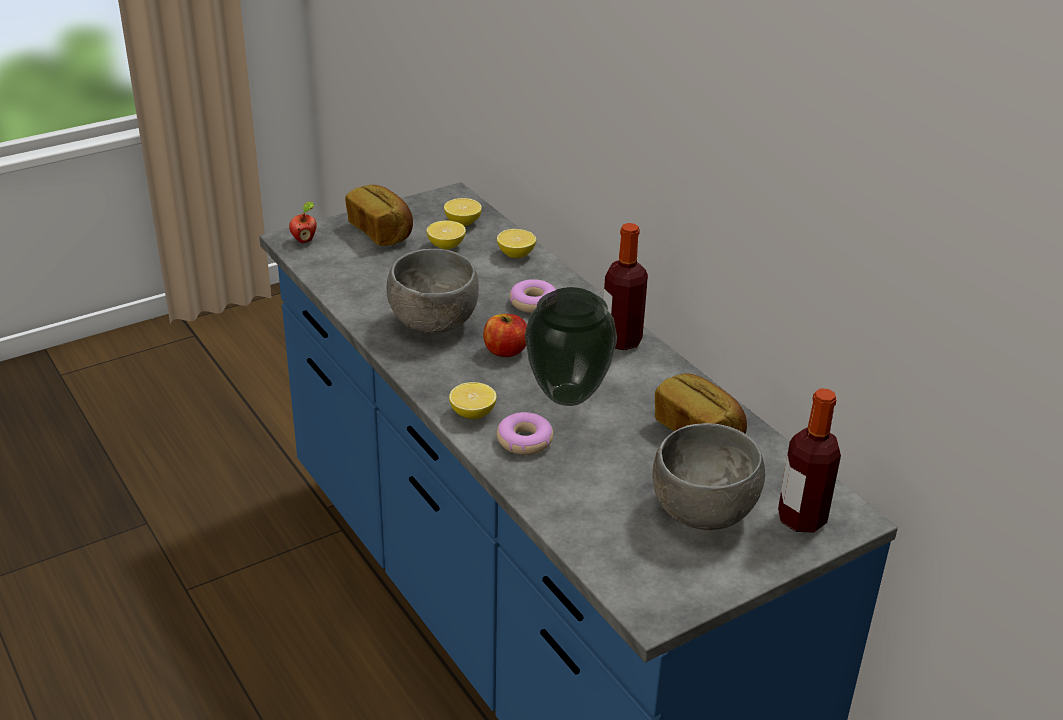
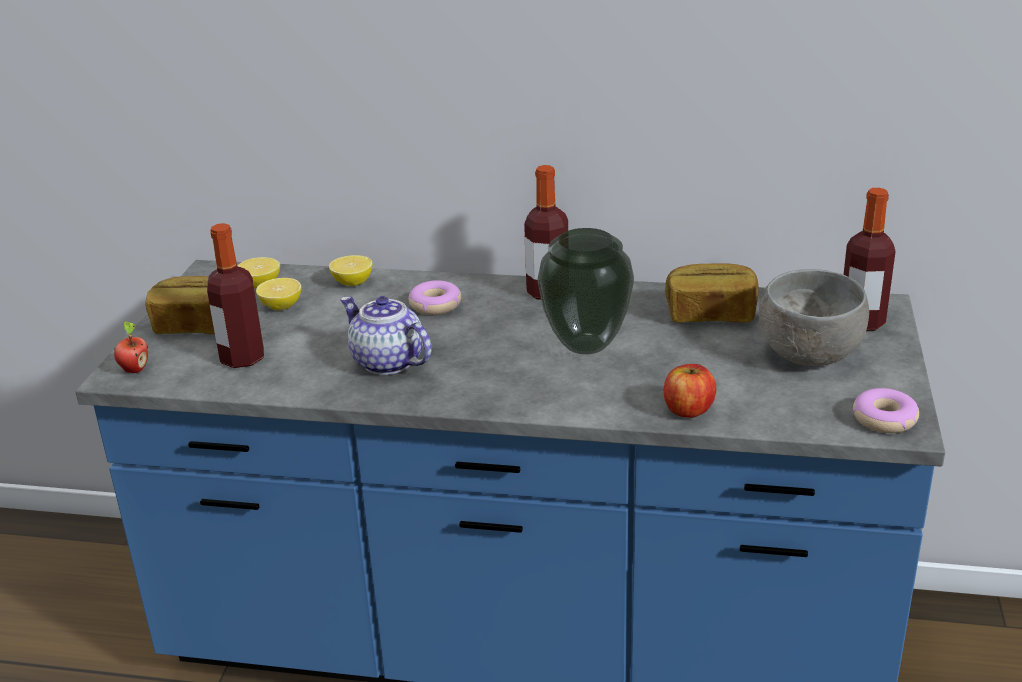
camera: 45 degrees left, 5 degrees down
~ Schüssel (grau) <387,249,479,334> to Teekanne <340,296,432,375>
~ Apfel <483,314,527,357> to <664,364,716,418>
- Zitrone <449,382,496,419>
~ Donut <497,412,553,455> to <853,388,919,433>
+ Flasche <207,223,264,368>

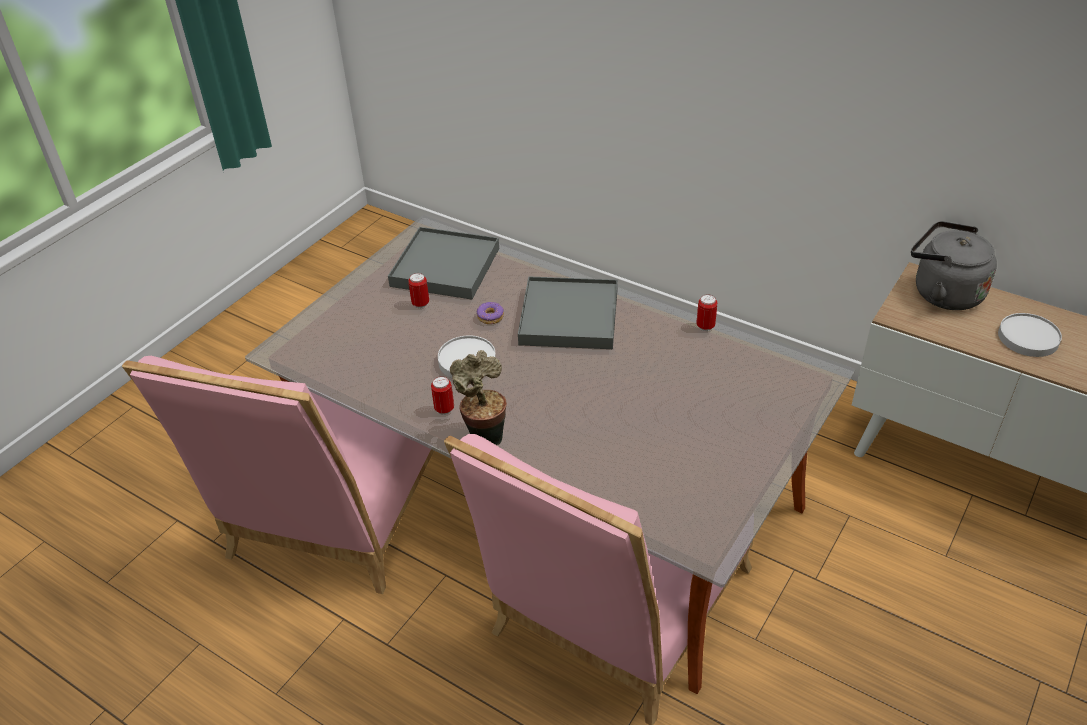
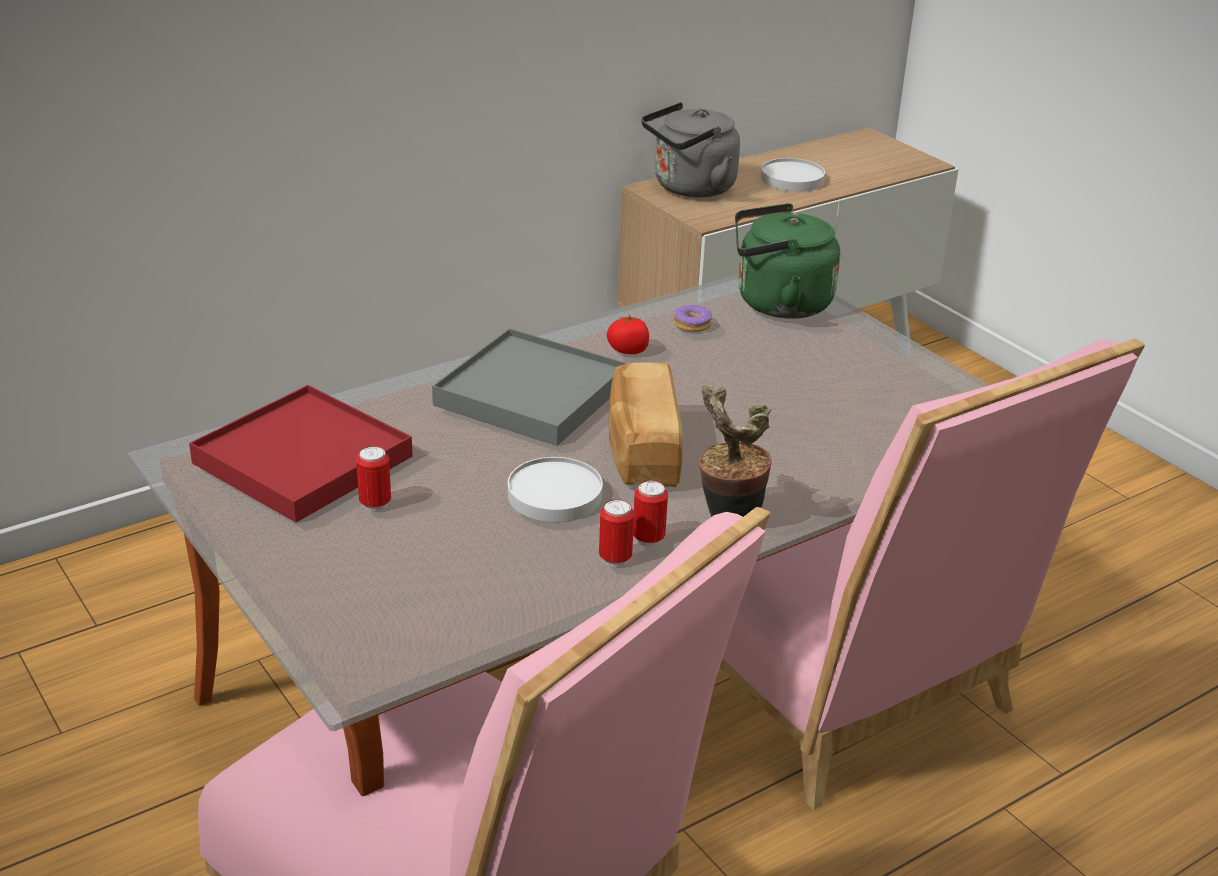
camera: 70 degrees left, 10 degrees down
~ Tablett (grau) <388,227,499,299> to Tablett (rot) <189,385,413,522>
~ Dose <696,294,717,331> to <599,499,634,567>
~ Donut <477,302,504,324> to <673,304,712,332>
+ Wasserkessel (grün) <735,203,840,319>
+ Tomate <607,315,649,354>
+ Brot <608,362,683,487>

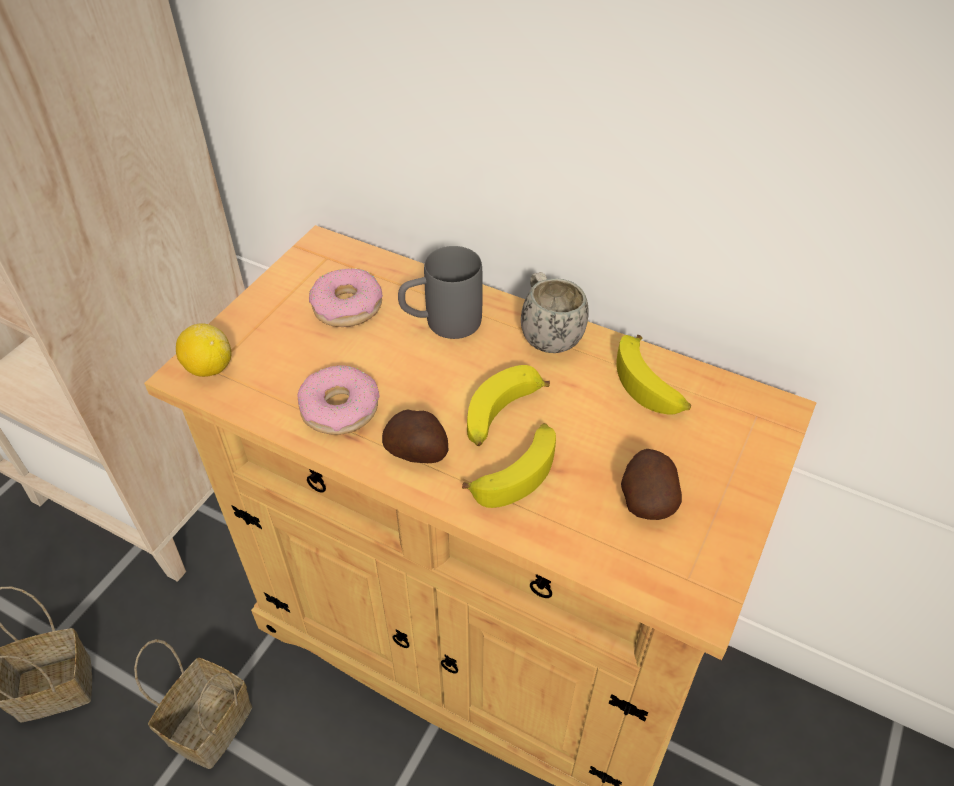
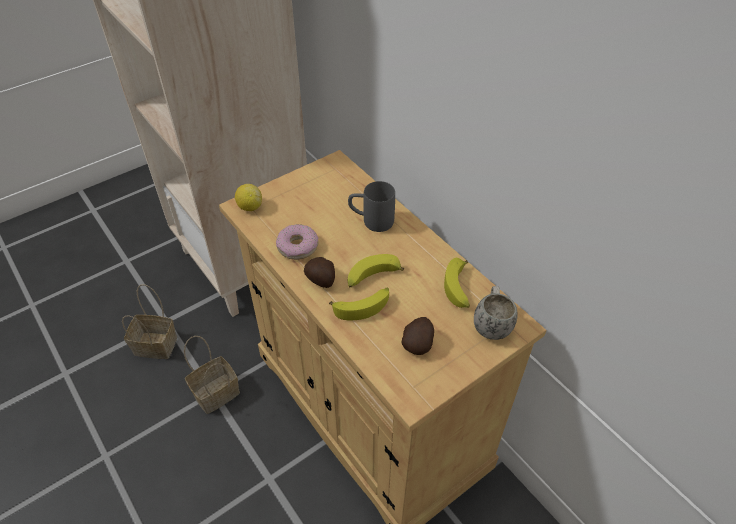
camera: 25 degrees right, 0 degrees up
- Donut <309,268,383,327>
~ Henkelbecher (weiß) <521,272,589,353> to <474,286,518,340>

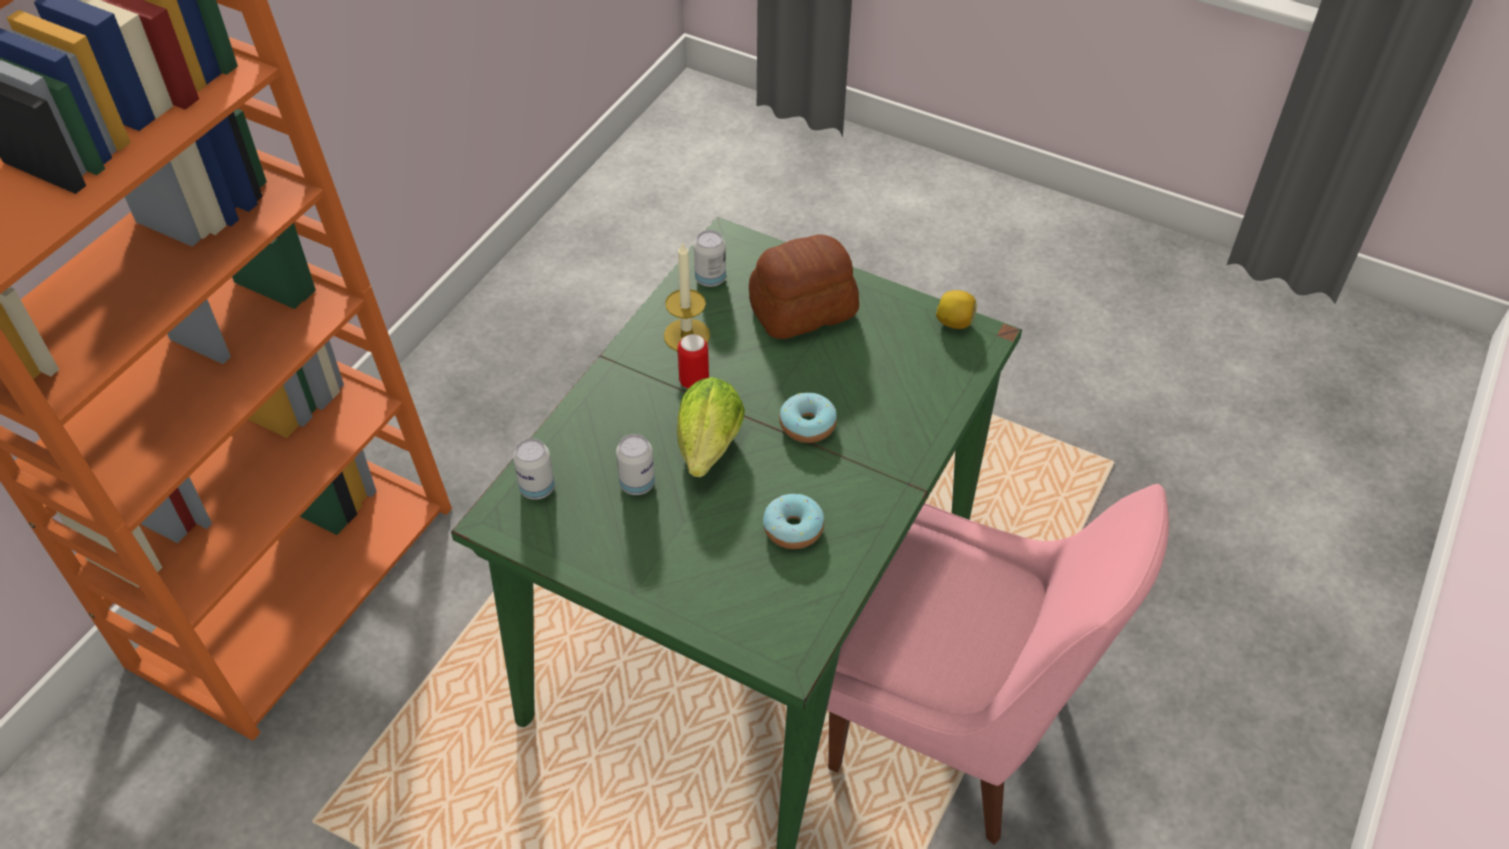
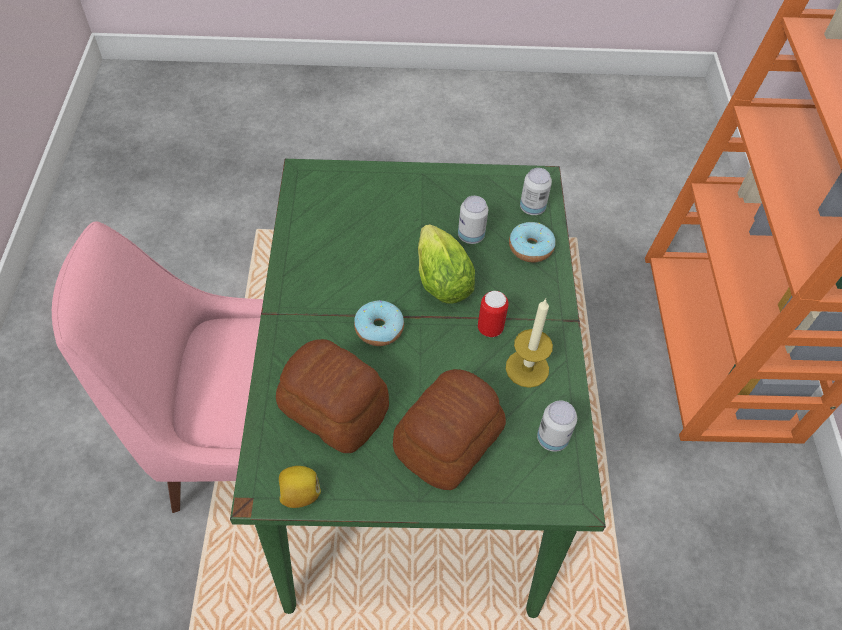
camera: 150 degrees right, 5 degrees up
~ Donut <763,494,824,549> to <509,222,556,263>
+ Brot <276,339,389,453>

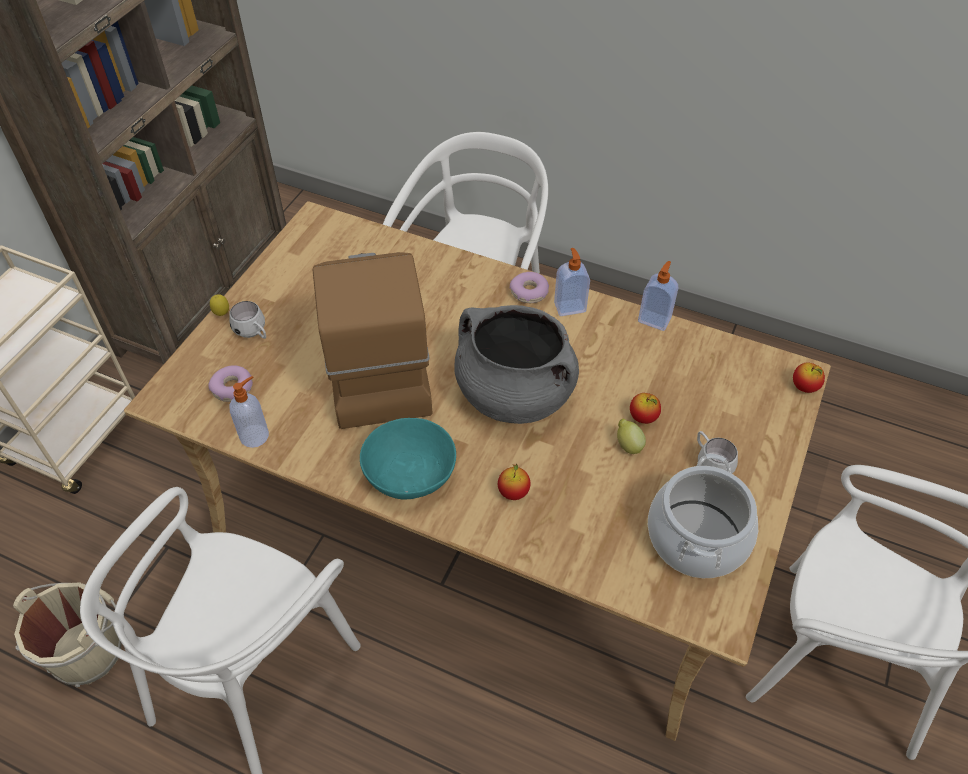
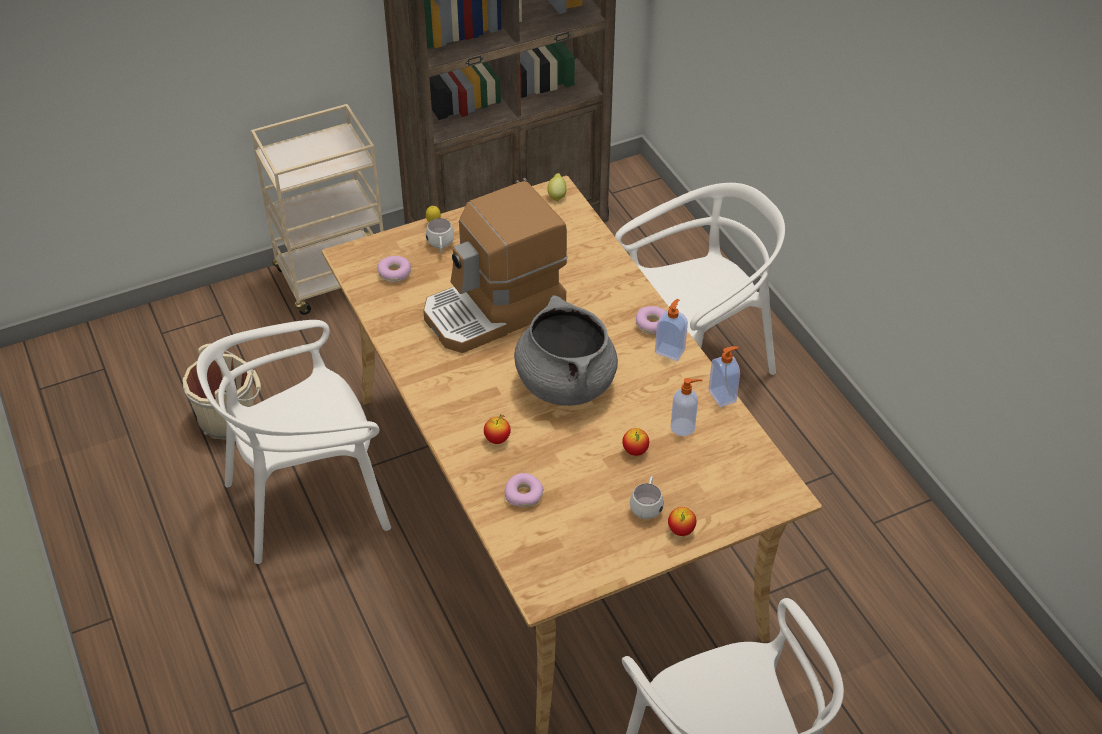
camera: 40 degrees right, 5 degrees down
~ Kaffeemaschine <313,252,433,429> = <423,181,568,353> 150 degrees counterclockwise
~ Apfel <793,362,825,393> to <668,507,696,536>
~ Seifenspender <230,376,269,448> to <671,378,703,436>
- Schüssel (türkis) <360,418,456,500>
~ Zitrone <617,419,646,454> to <547,173,567,201>
- Kochtopf <648,453,758,578>
+ Donut <505,473,544,507>

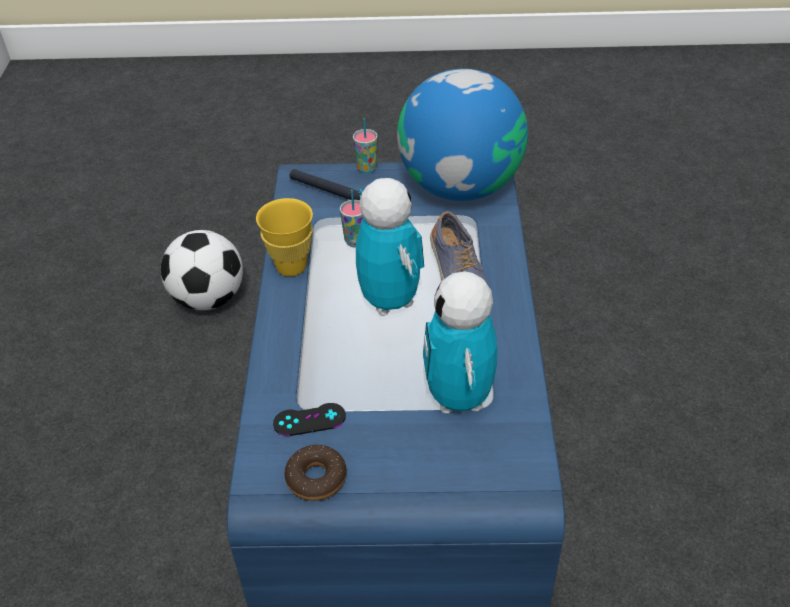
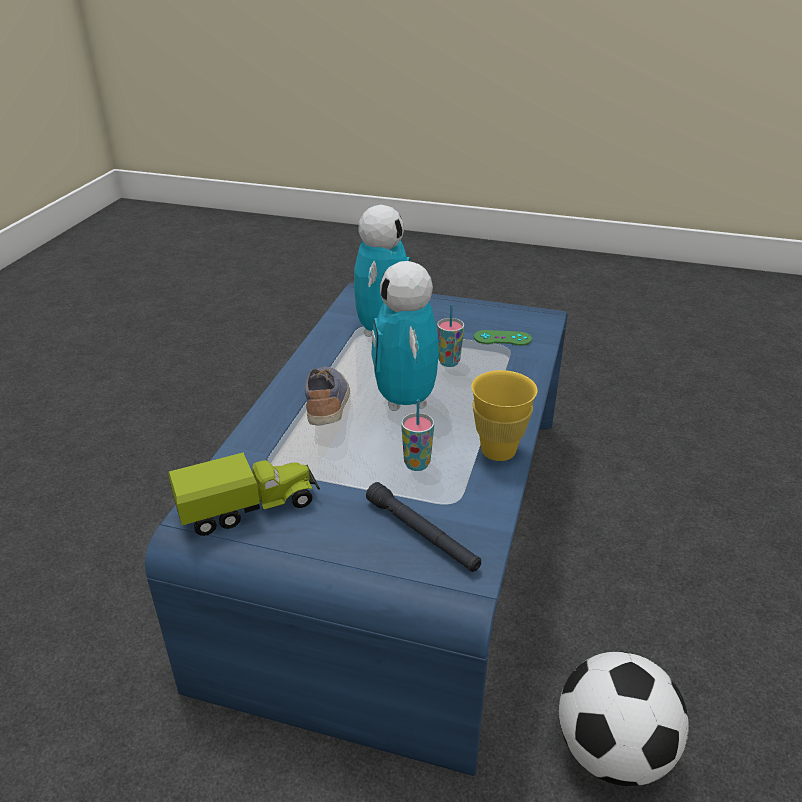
camera: 165 degrees left, 10 degrees down
~ Globus <397,69,528,201> to Spielzeuglaster <168,452,320,536>
~ Tasse <353,118,378,174> to <437,304,464,367>
~ Gamepad (schwarz) <273,403,346,436> to Gamepad (grün) <474,330,532,346>
- Donut <284,445,347,501>

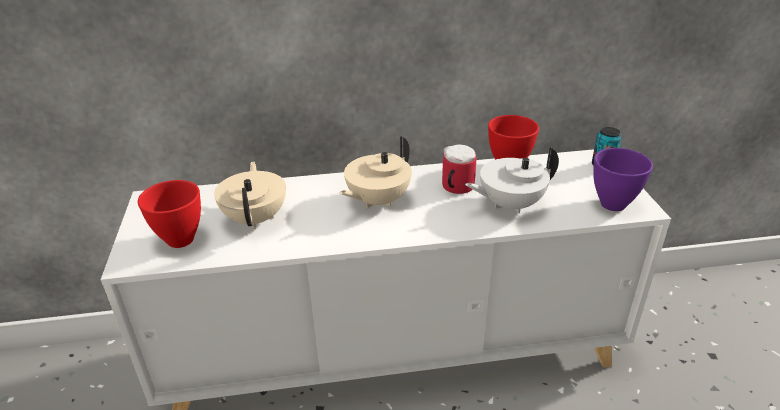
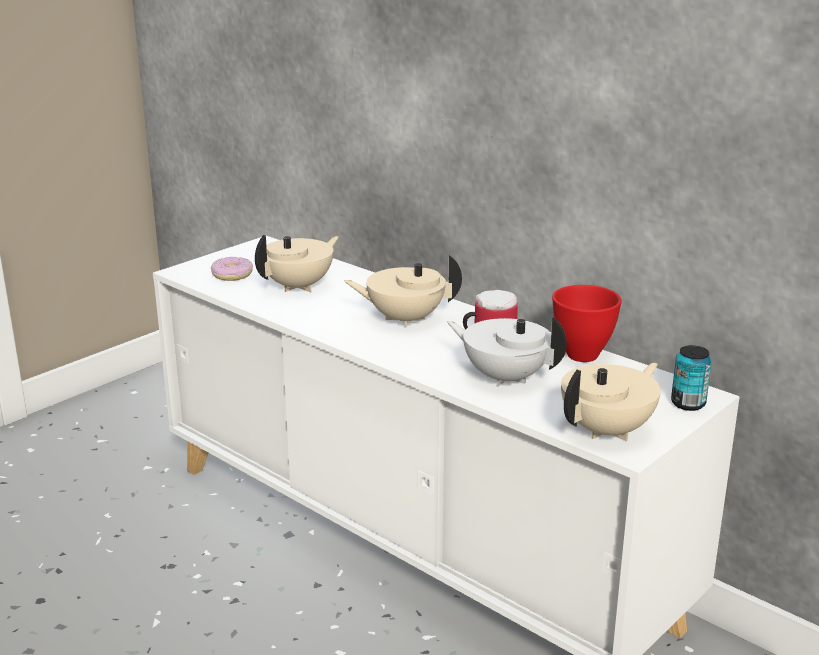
camera: 50 degrees right, 10 degrees down
~ Schüssel (lila) <593,148,653,211> to Teekanne (beige) <561,363,661,441>
~ Schüssel (rot) <138,180,201,248> to Donut <211,257,253,281>

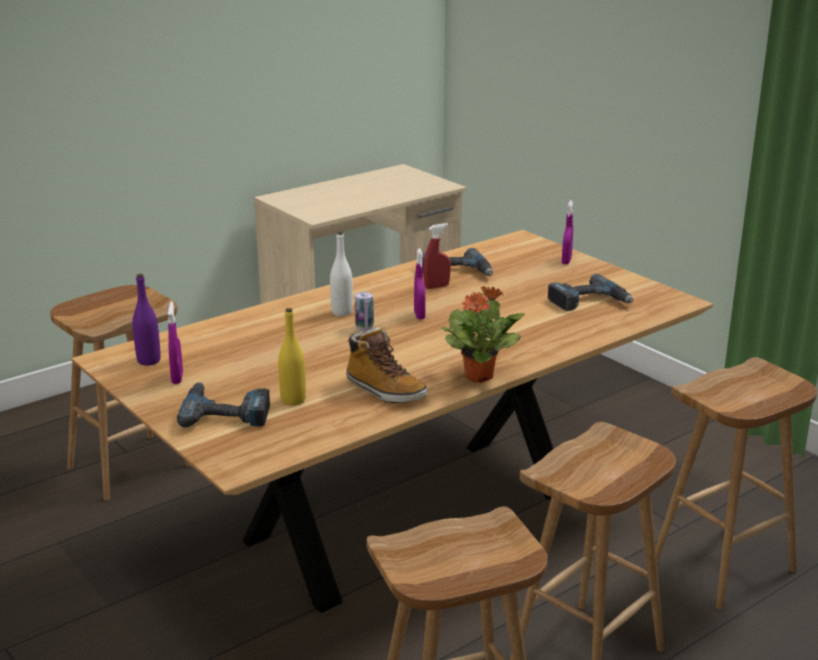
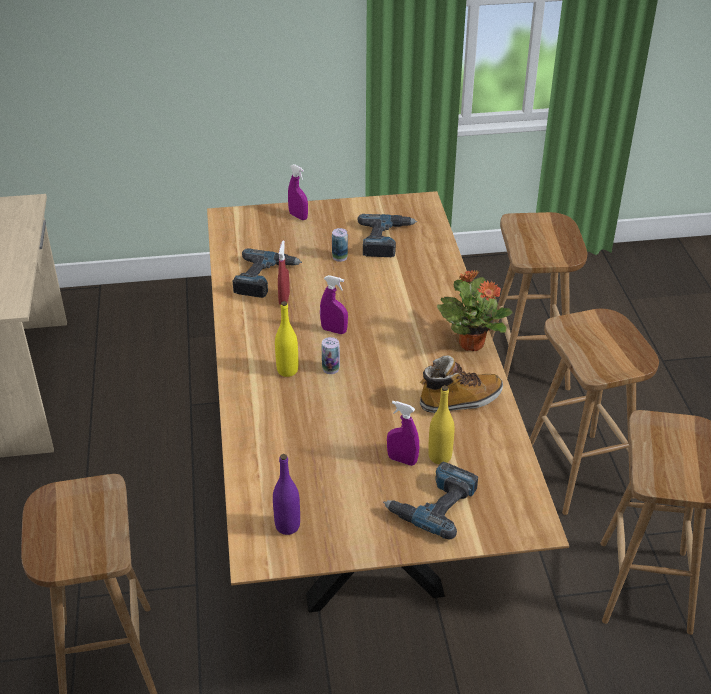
camera: 60 degrees left, 15 degrees up
~ Flasche (weiß) <330,231,353,316> to Flasche (gelb) <275,301,298,377>
~ Sprühflasche (lila) <168,301,183,384> to <387,401,419,466>
+ Dose <332,228,348,262>

